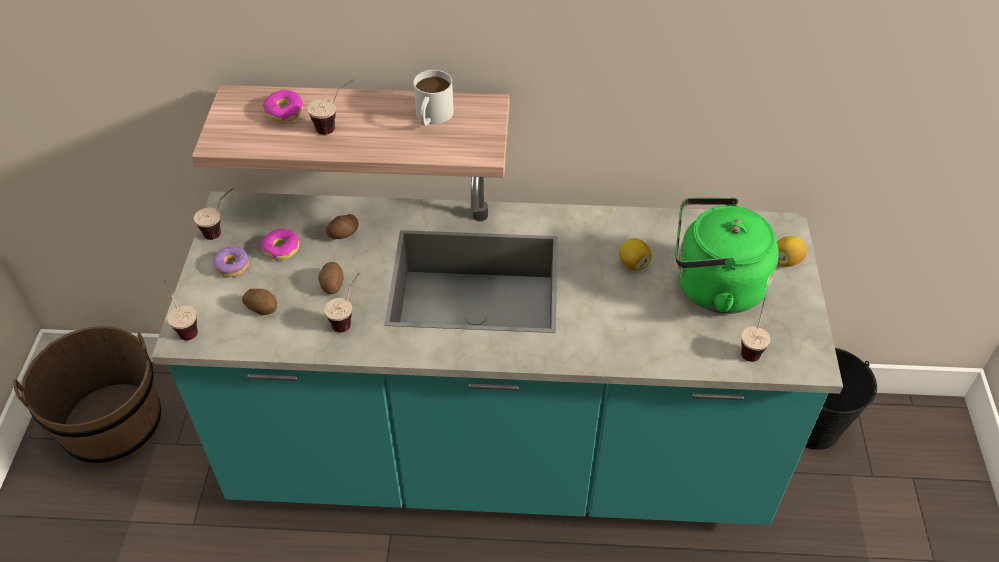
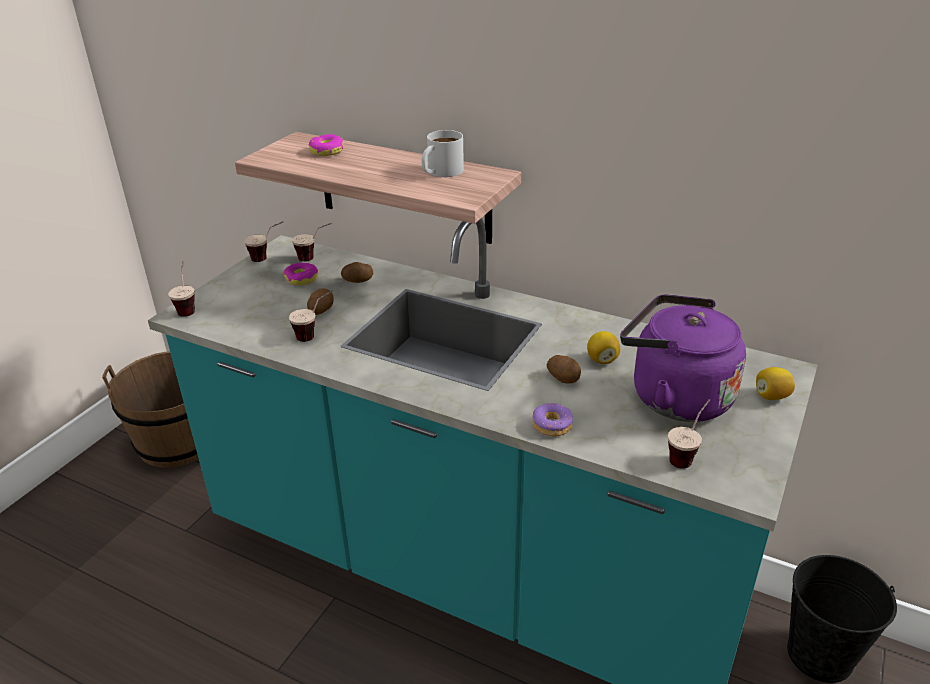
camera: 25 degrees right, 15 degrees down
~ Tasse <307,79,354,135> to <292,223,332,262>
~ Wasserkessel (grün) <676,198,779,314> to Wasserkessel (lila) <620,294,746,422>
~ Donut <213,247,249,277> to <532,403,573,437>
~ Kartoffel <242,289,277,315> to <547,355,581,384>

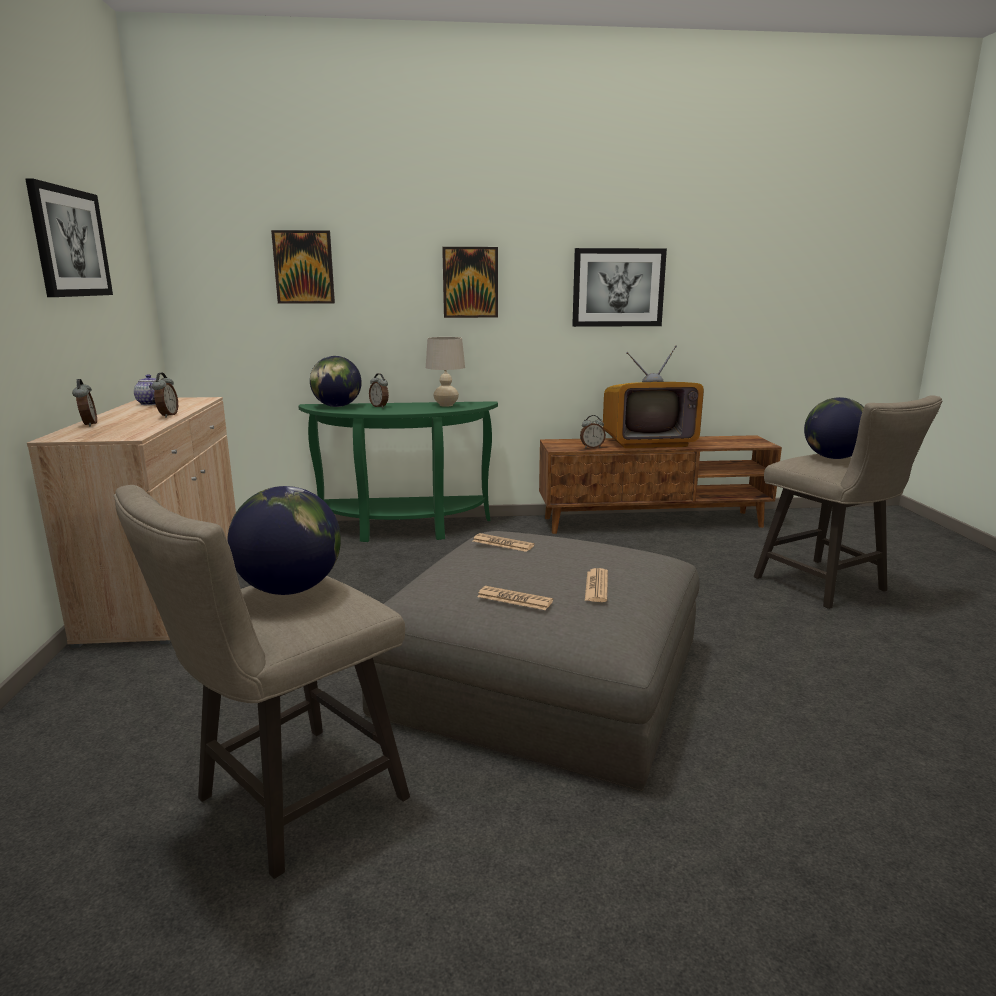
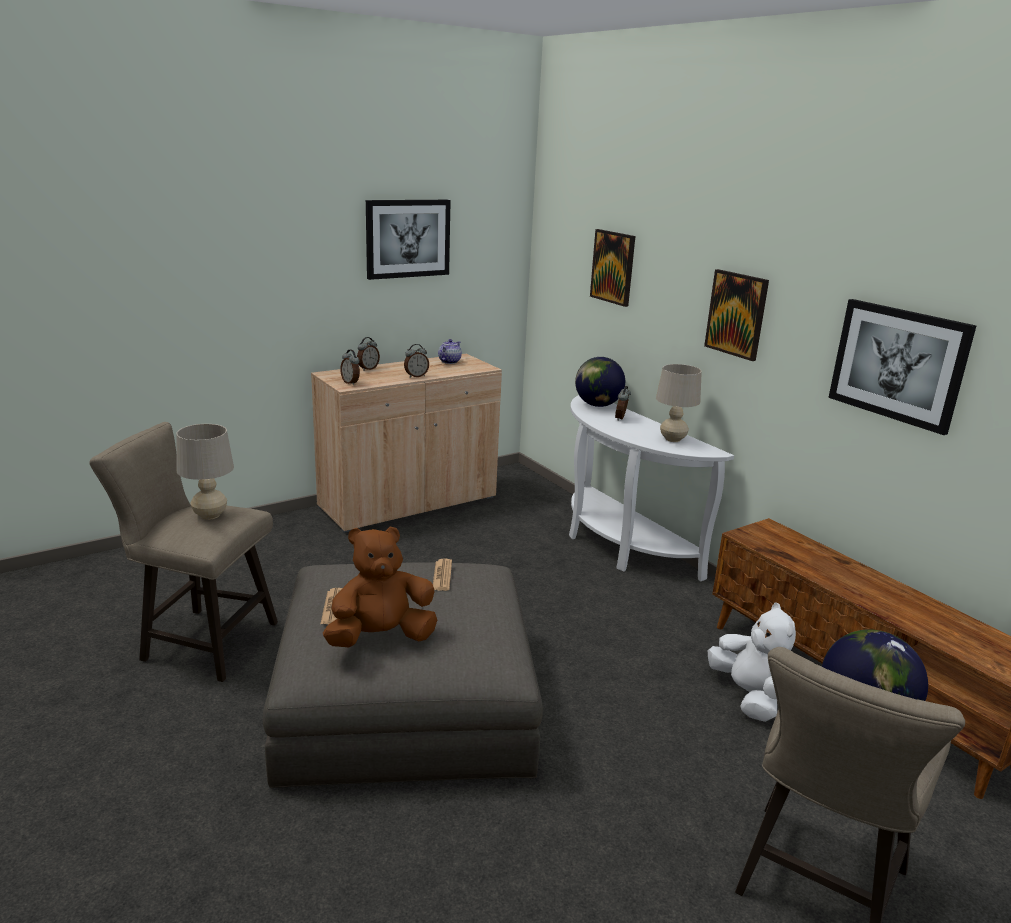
camera: 60 degrees right, 5 degrees up
- Fernseher <603,345,704,448>
~ Konsolentisch (grün) <298,401,498,542> to Konsolentisch (weiß) <569,395,734,581>
~ Wecker <580,415,606,448> to <340,350,360,385>
~ Globus <227,486,341,595> to Tischlampe (beige) <176,424,234,520>
~ Zeitung <585,568,608,602> to Plüschtier (braun) <323,526,437,648>
+ Plüschtier (weiß) <708,602,796,722>

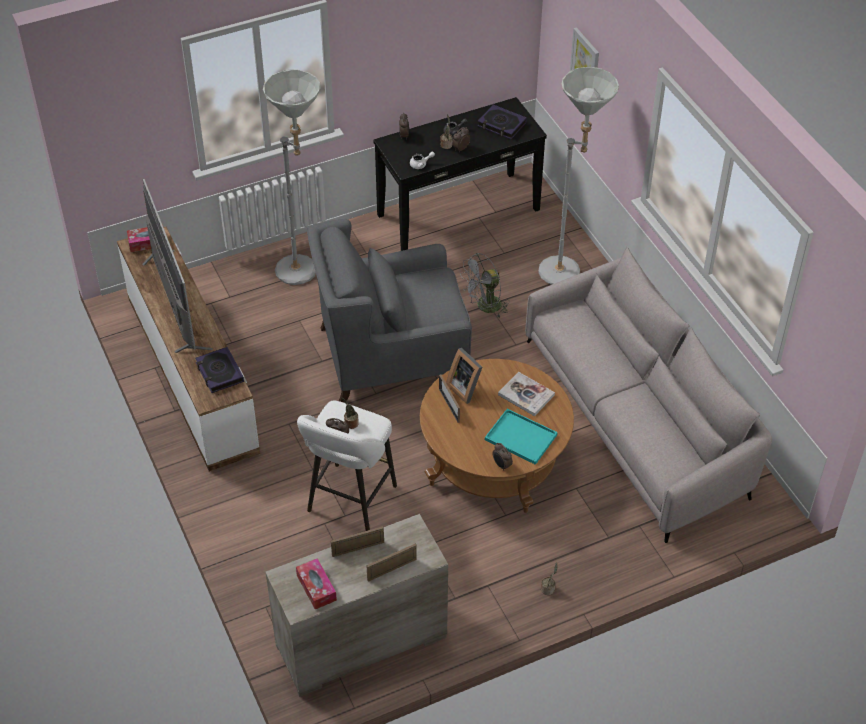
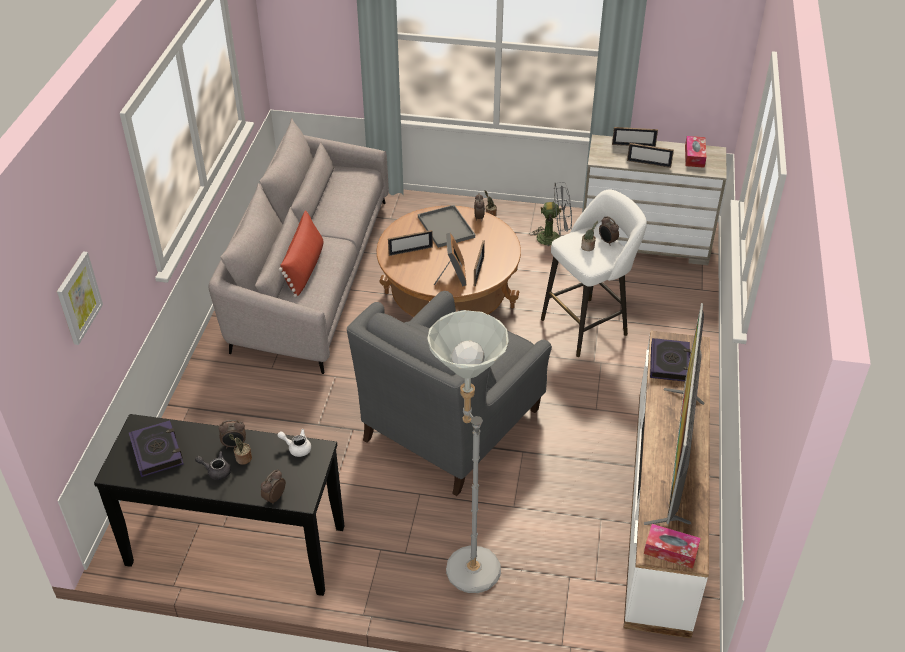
camera: 145 degrees left, 5 degrees down
- Stehlampe (grau) <538,67,619,285>
~ Sessel (grau) <307,219,472,403> = <347,291,552,496> 105 degrees clockwise
~ Ventilator (grau) <460,253,510,319> to <529,182,572,246>
~ Buch <498,372,555,416> to Bilderrahmen <388,230,433,256>
~ Tablett (türkis) <485,409,558,465> to Tablett (grau) <418,205,475,248>
+ Kissen (rot) <279,210,324,298>

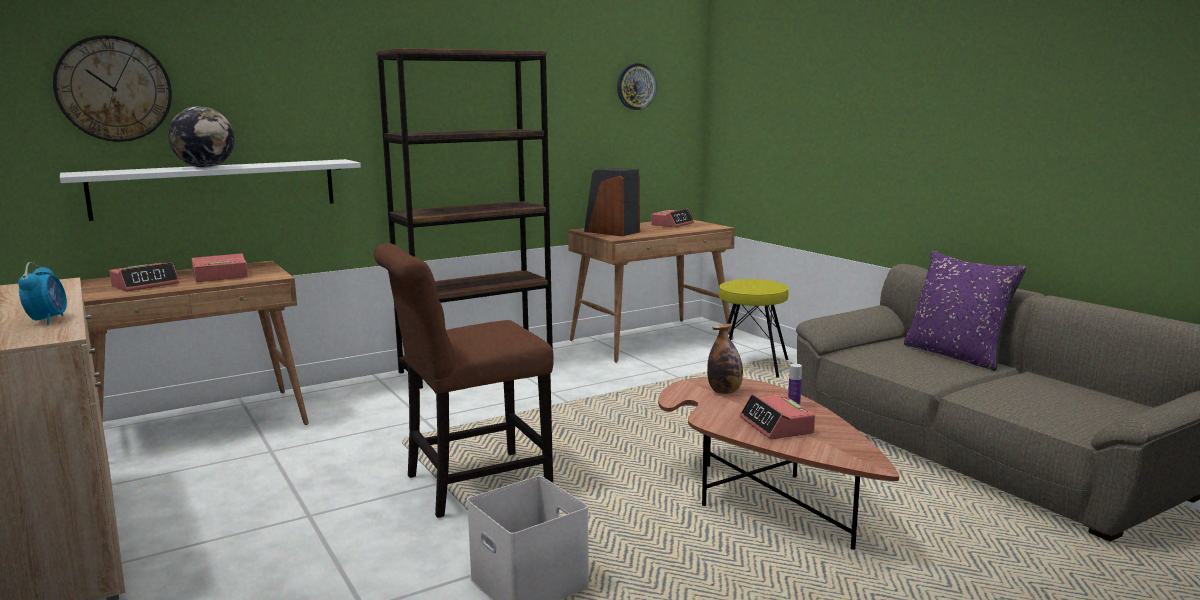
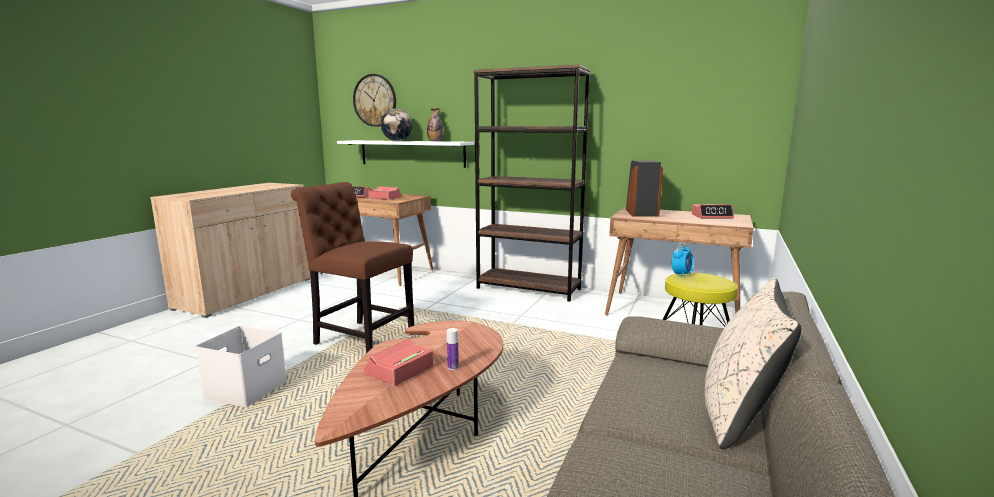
camera: 55 degrees right, 0 degrees up
- Wanduhr <617,63,657,110>
~ Kissen (lila) <904,250,1026,371> to Kissen (beige) <705,278,801,449>
~ Wecker <18,262,67,325> to <672,243,694,278>
~ Flasche <707,323,743,394> to <427,108,444,141>

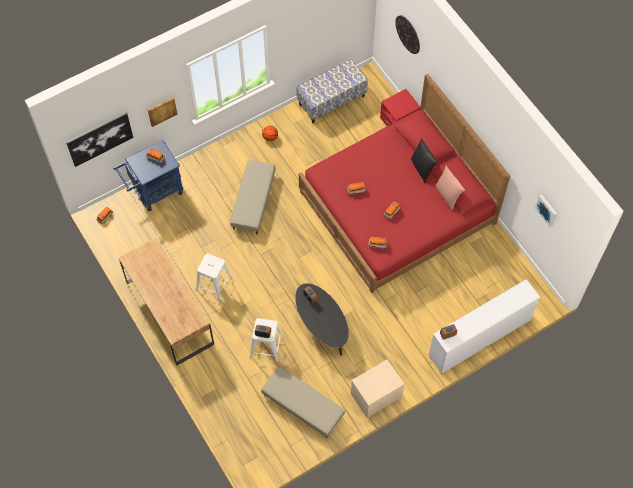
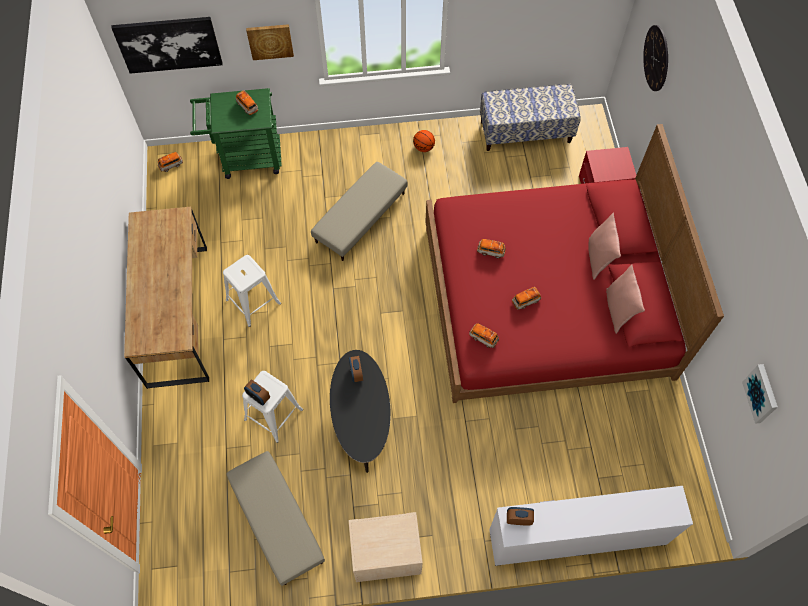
camera: 25 degrees right, 0 degrees up
~ Kissen (schwarz) <411,138,438,183> to Kissen (rosa) <588,212,621,280>
~ Rollwagen (blau) <113,140,184,211> to Rollwagen (grün) <190,88,282,179>

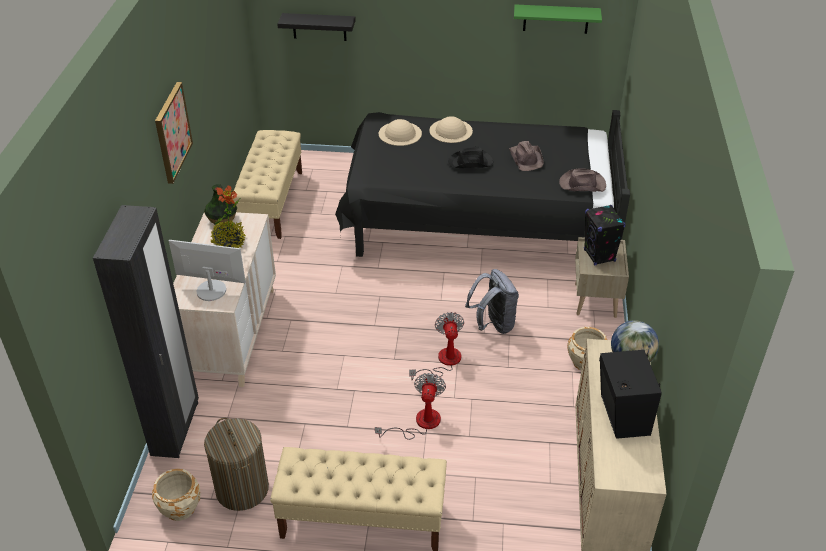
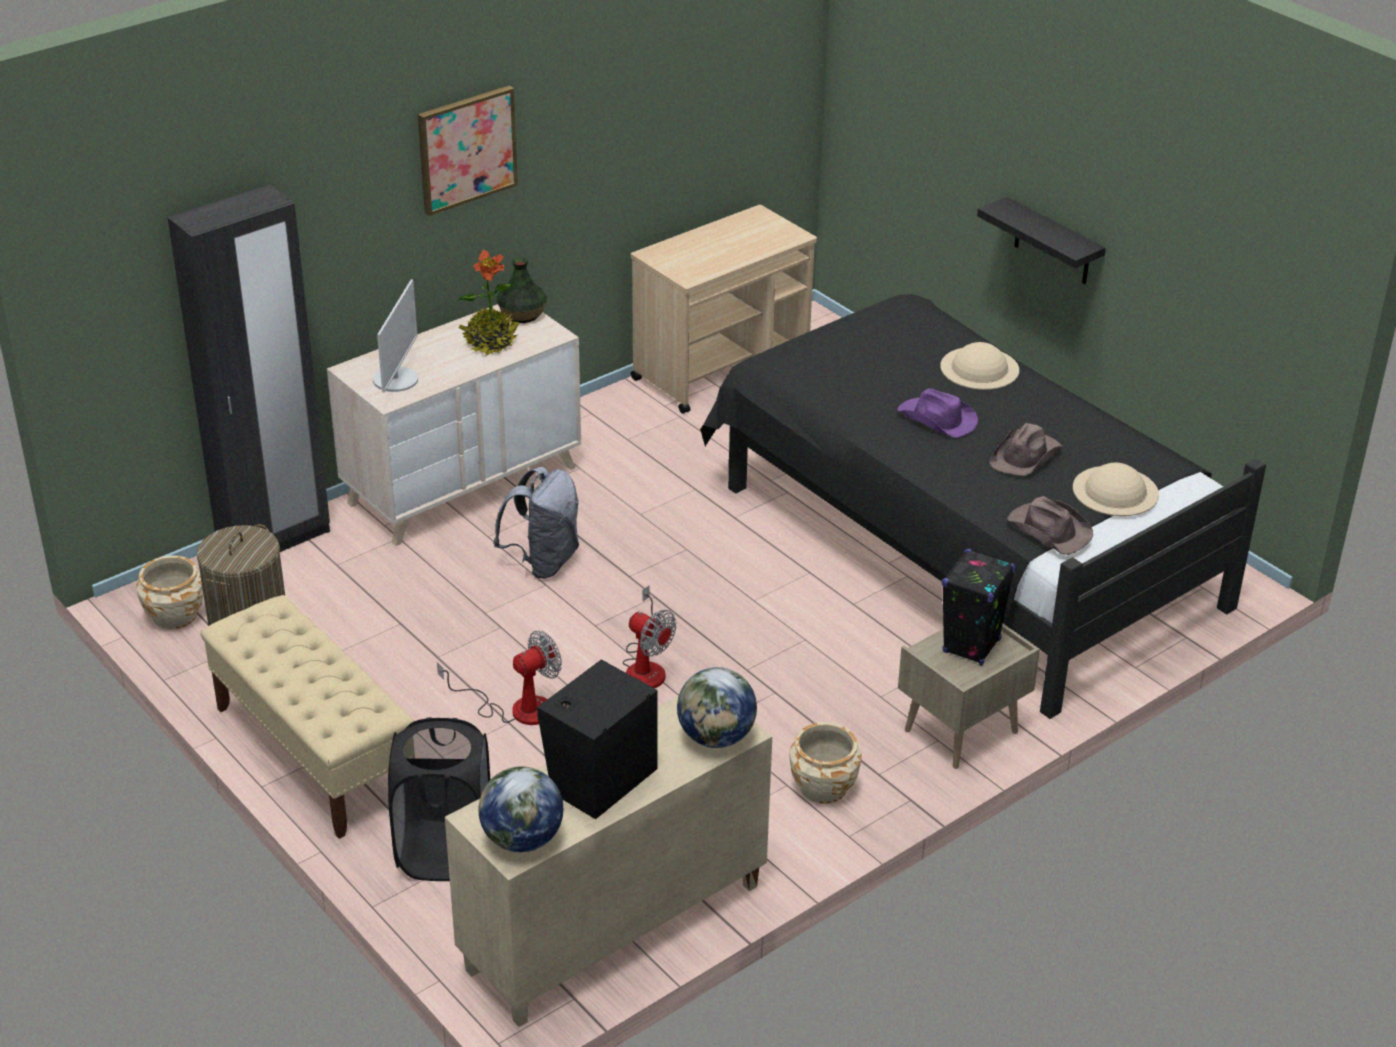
camera: 45 degrees right, 5 degrees down
- Wandregal (grün) <514,4,602,34>
~ Wandregal (schwarz) <277,13,356,41> to <977,197,1106,284>
~ Hut (beige) <379,119,422,146> to <1073,463,1159,516>
~ Bank (beige) <232,130,302,239> to Rollwagen (beige) <631,205,817,414>
~ Hut (schwarz) <448,146,493,168> to Hut (lila) <897,389,978,438>
~ Monitor <169,240,246,301> = <373,279,418,393> 45 degrees clockwise
~ Rucksack (grau) <465,269,519,334> to <493,467,579,579>
~ Ventilator <409,312,464,380> = <623,585,676,688> 90 degrees clockwise
+ Wäschekorb (schwarz) <388,717,490,881>
+ Globus <478,766,563,852>

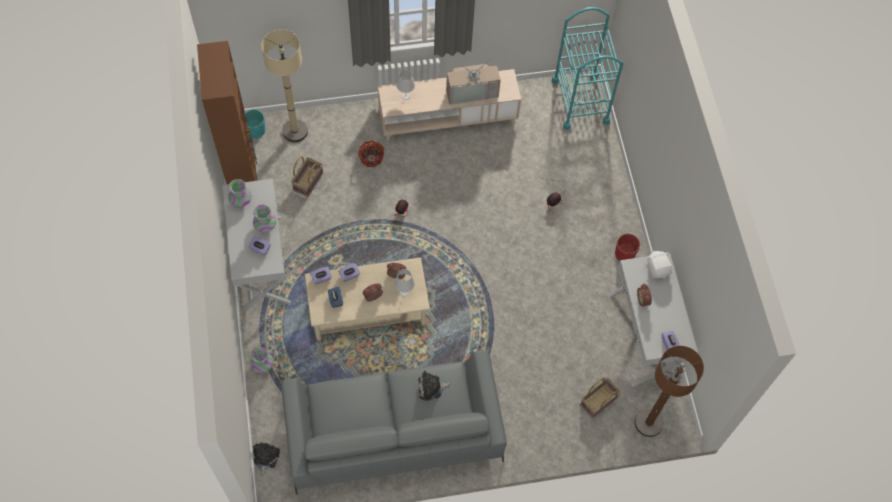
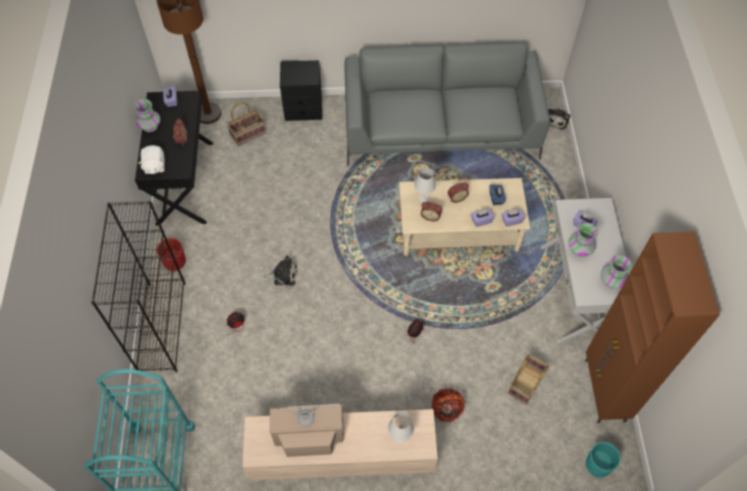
camera: 170 degrees left, 5 degrees down
- Stehlampe (beige) <261,29,308,142>
~ Konsolentisch (weiß) <609,253,698,387> to Konsolentisch (schwarz) <135,91,213,226>
~ Vase <250,347,274,373> to <133,99,161,132>
~ Plüschtier <418,371,450,401> to <264,255,297,287>
+ Nachttisch (schwarz) <280,60,322,121>
+ Bücherregal (schwarz) <91,201,186,372>

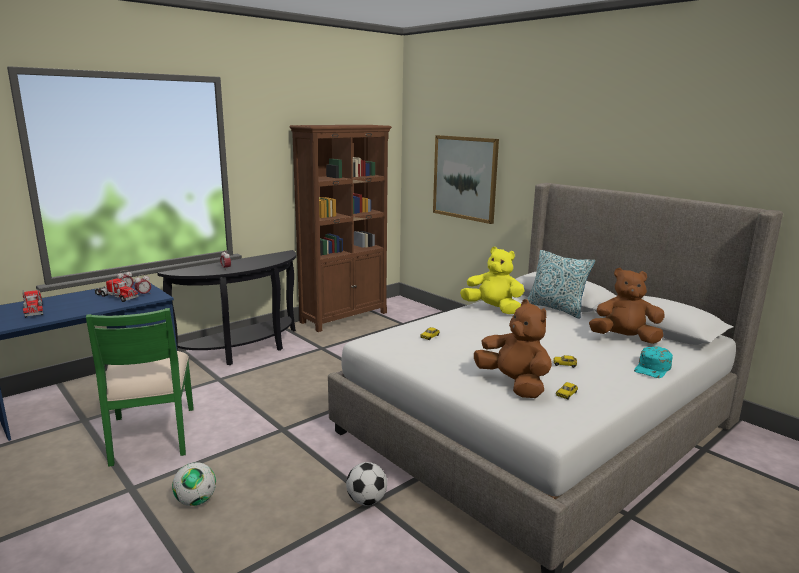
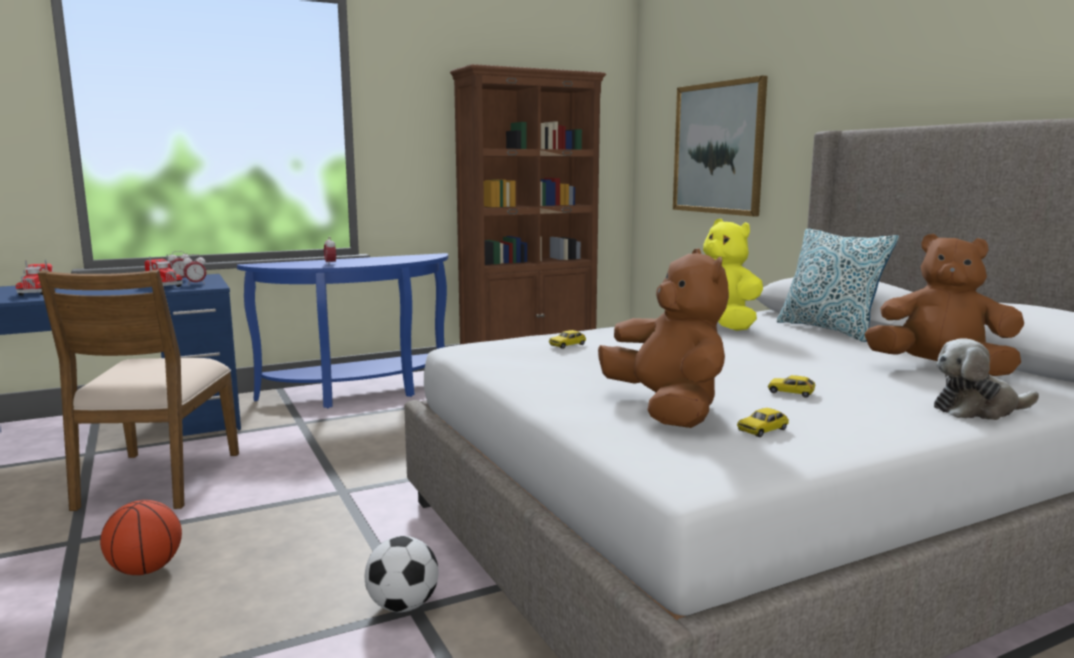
camera: 15 degrees right, 5 degrees down
~ Konsolentisch (schwarz) <157,250,296,365> to Konsolentisch (blau) <237,253,448,408>
~ Stuhl (grün) <86,308,194,467> to Stuhl (braun) <38,270,239,511>
~ Kappe (türkis) <634,347,673,378> to Plüschtier <934,339,1039,420>
~ Fußball <172,462,216,506> to Basketball <100,500,182,575>

